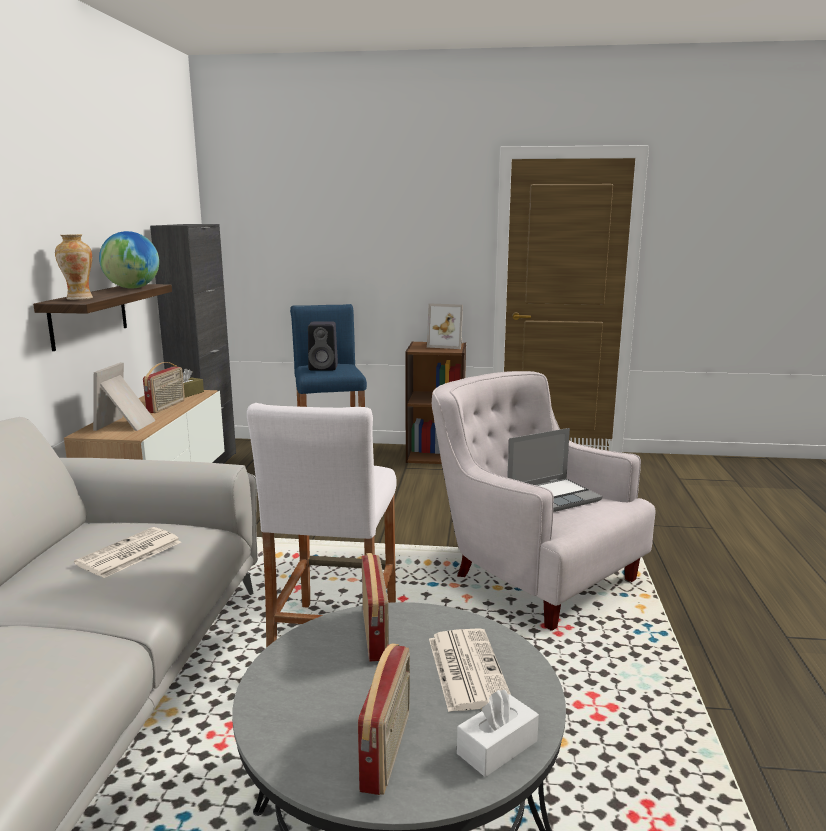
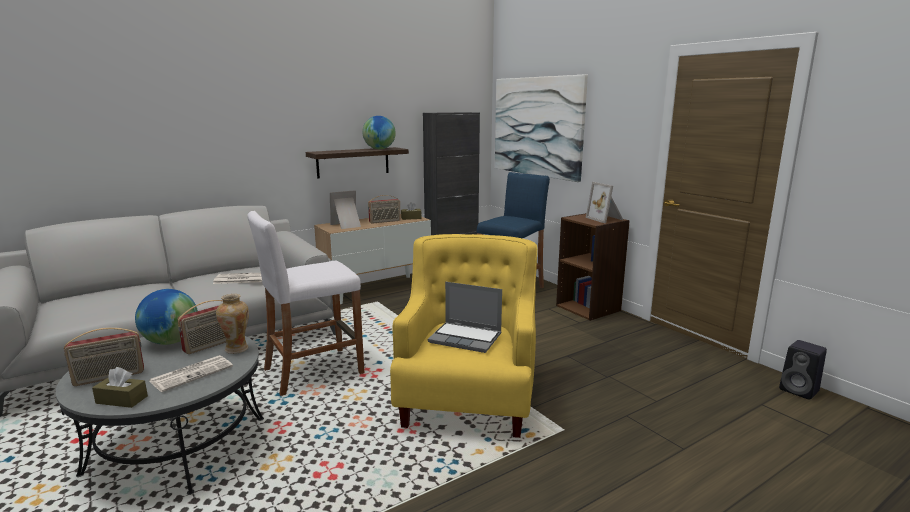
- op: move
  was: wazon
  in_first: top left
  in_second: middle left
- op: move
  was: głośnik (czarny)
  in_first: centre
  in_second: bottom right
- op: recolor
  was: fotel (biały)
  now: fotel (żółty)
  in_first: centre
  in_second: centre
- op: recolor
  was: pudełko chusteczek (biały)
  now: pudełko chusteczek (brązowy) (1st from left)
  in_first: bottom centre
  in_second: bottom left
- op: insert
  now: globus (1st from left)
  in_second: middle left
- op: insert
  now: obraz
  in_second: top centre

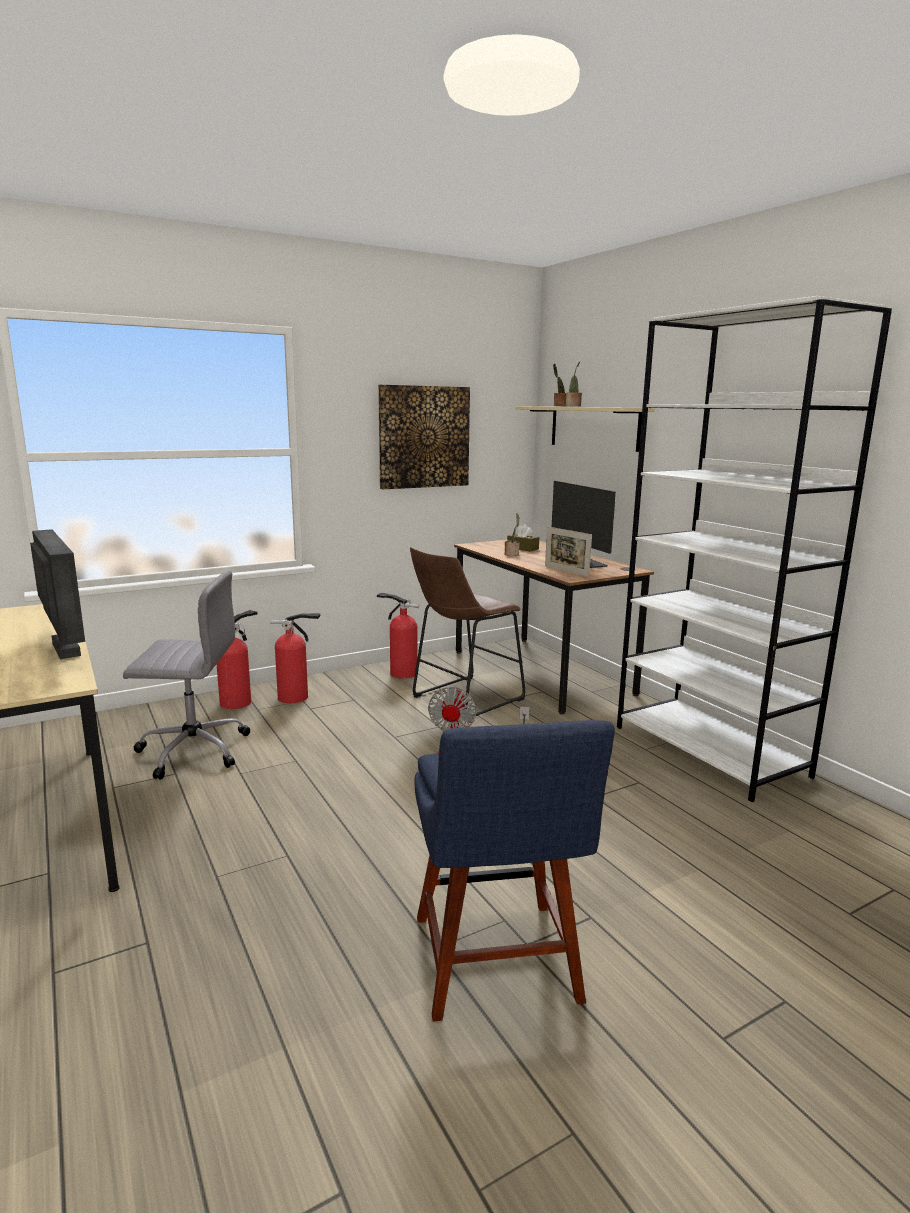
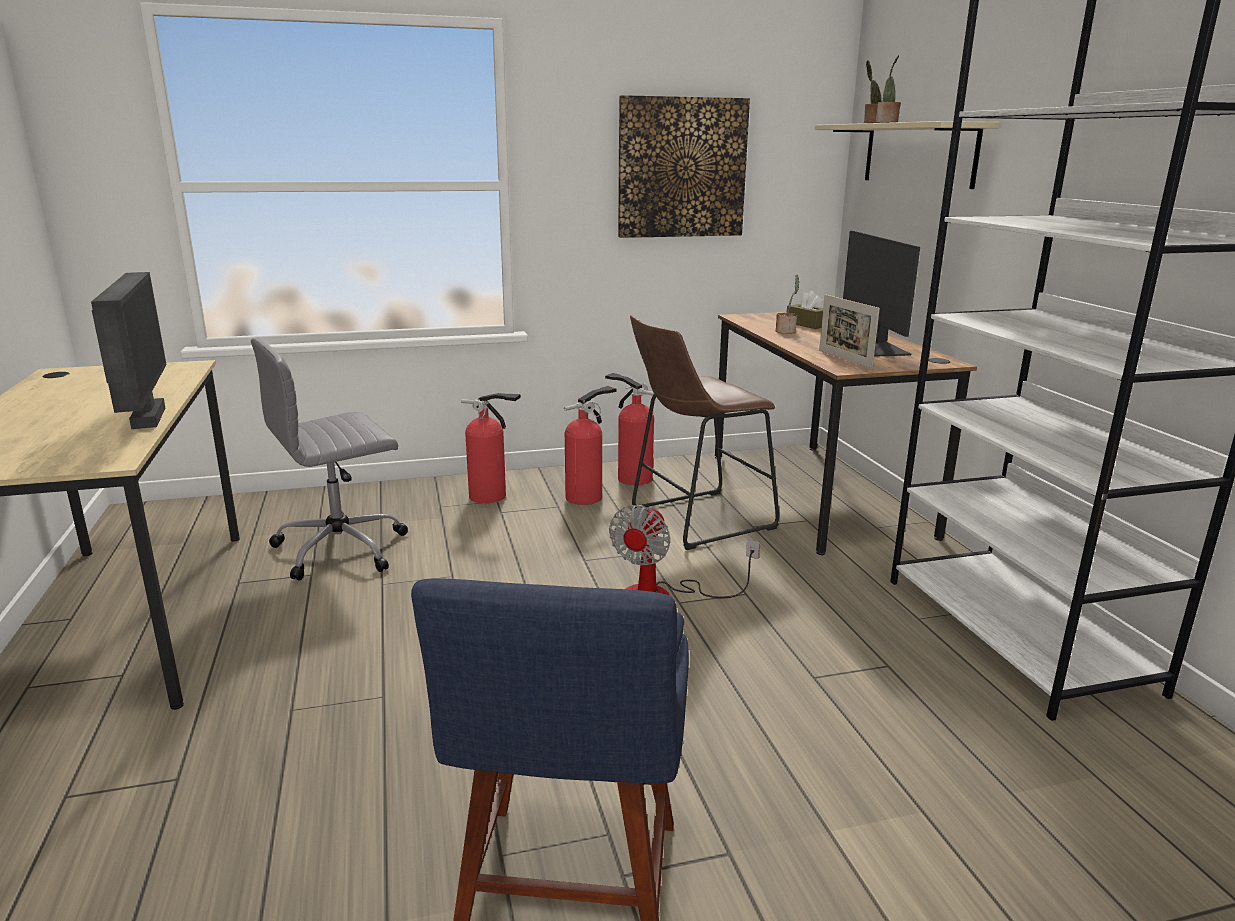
- op: rotate
  was: krzesło biurowe (szary)
  in_first: middle left
  in_second: middle left
  clockwise: 135
- op: move
  was: gaśnica (1st from left in the first image)
  now: gaśnica (2nd from left)
  in_first: middle left
  in_second: centre

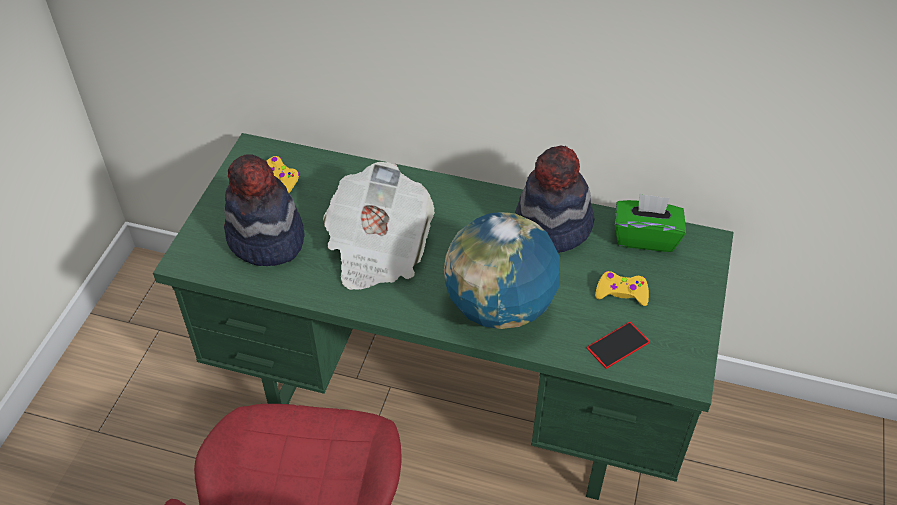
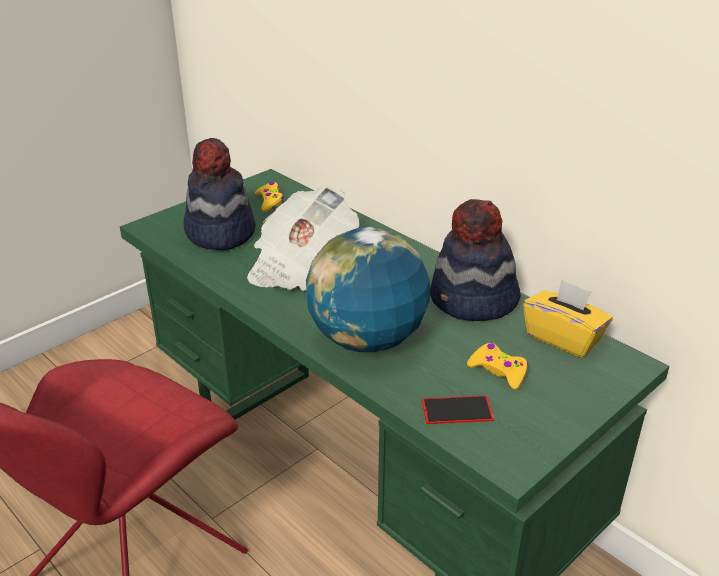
- op: recolor
  was: pudełko chusteczek (zielony)
  now: pudełko chusteczek (żółty)
  in_first: middle right
  in_second: middle right

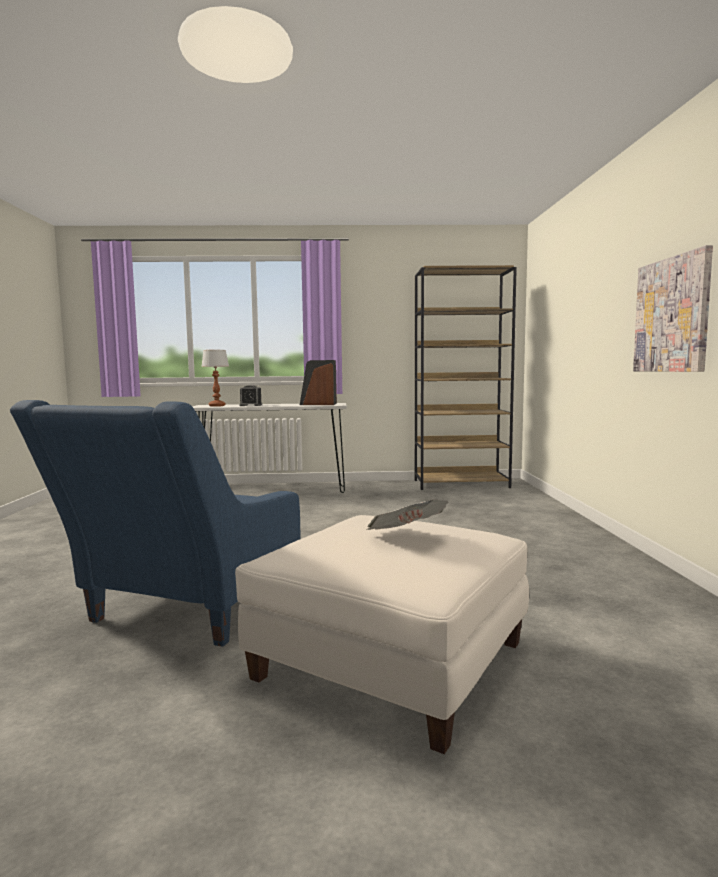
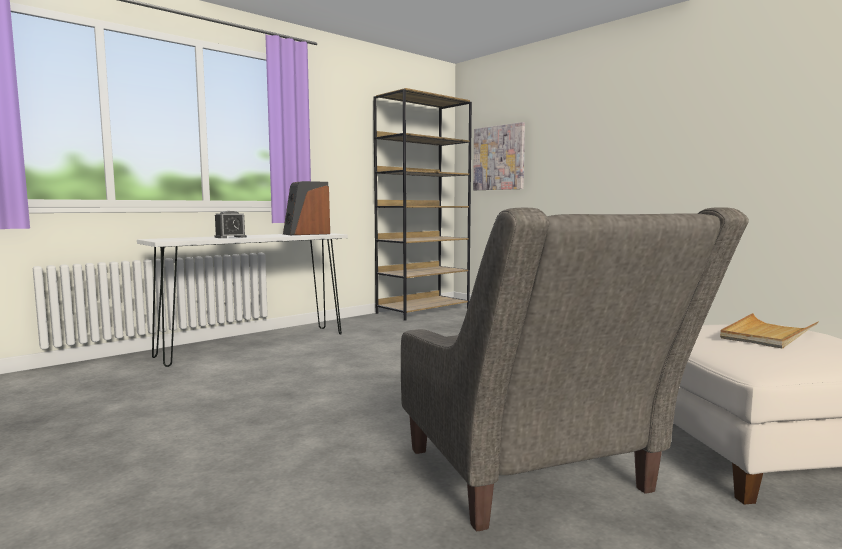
- op: recolor
  was: fotel (niebieski)
  now: fotel (szary)
  in_first: middle left
  in_second: bottom right
- op: delete
  was: lampa stołowa
  in_first: middle left
- op: replace
  was: gazeta
  now: taca (beżowy)
  in_first: centre
  in_second: middle right
- op: move
  was: obraz
  in_first: middle right
  in_second: top centre

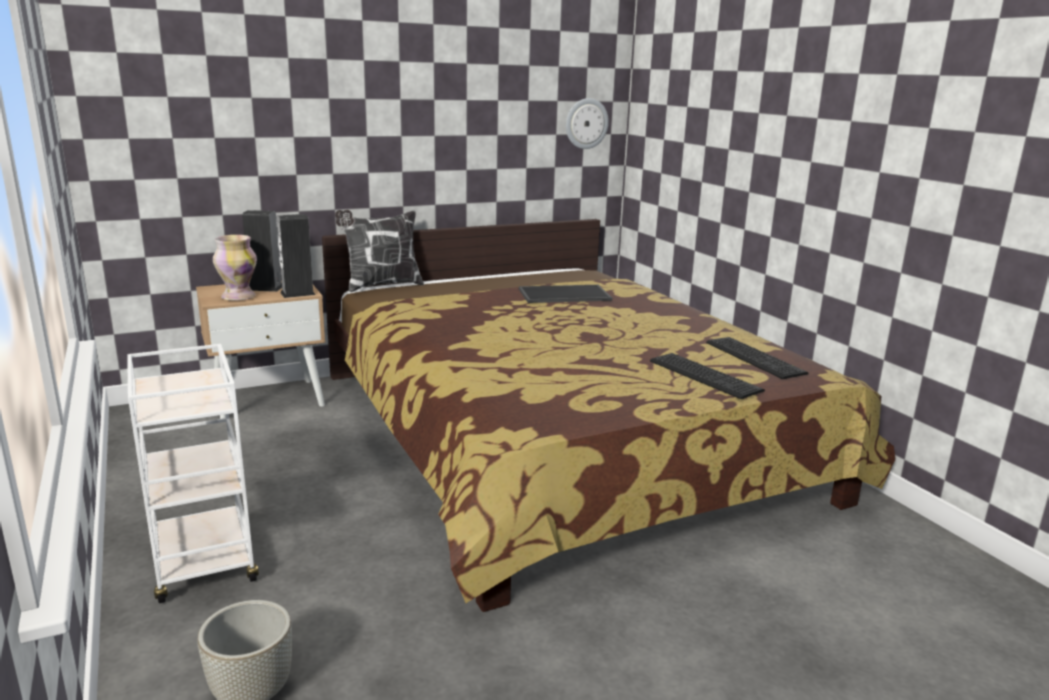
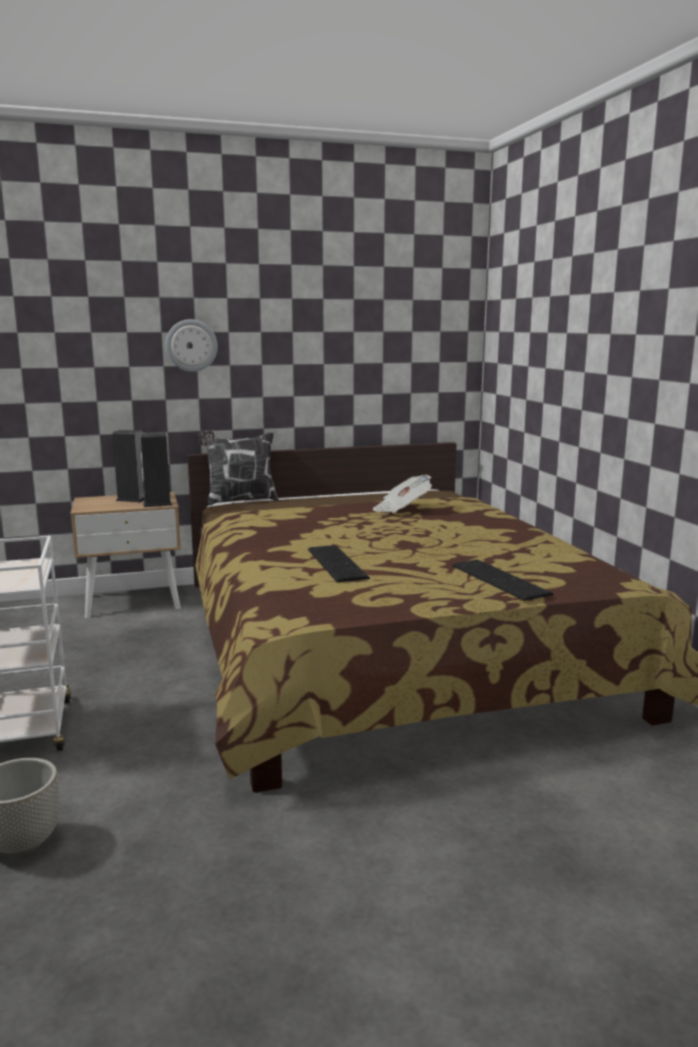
- op: delete
  was: wazon
  in_first: middle left
- op: replace
  was: taca
  now: gazeta
  in_first: centre
  in_second: centre
- op: move
  was: zegar ścienny
  in_first: top centre
  in_second: top left
- op: move
  was: klawiatura (2nd from left in the first image)
  now: klawiatura (1st from left)
  in_first: middle right
  in_second: centre

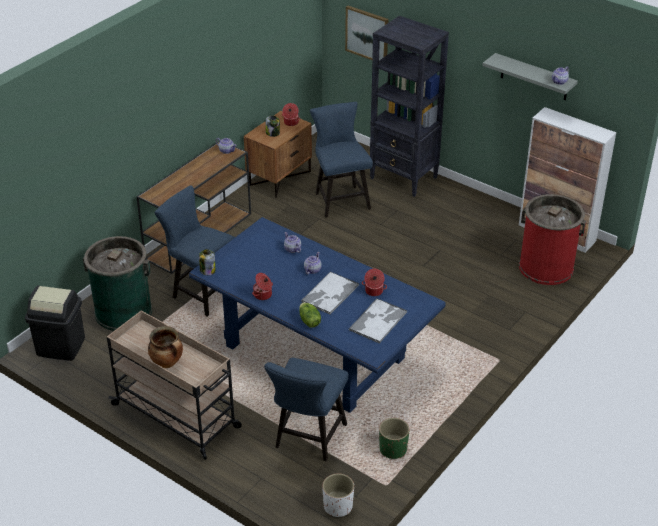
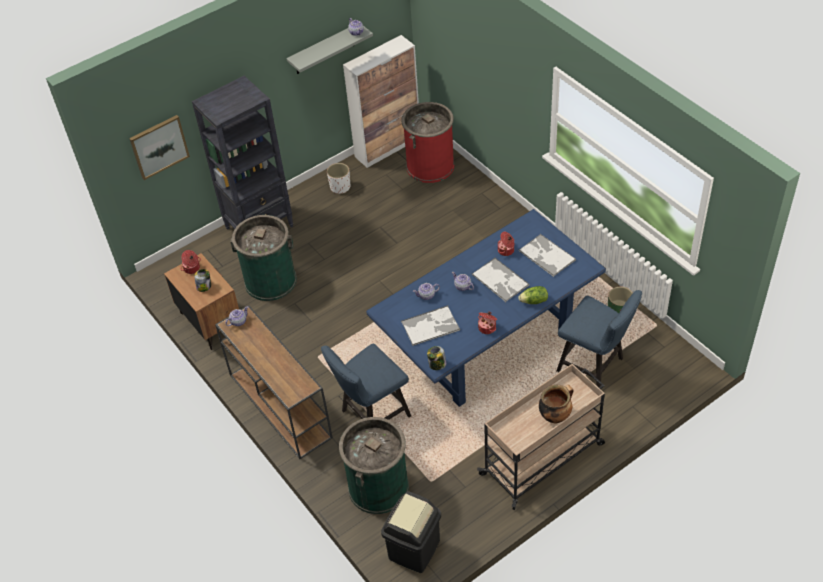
- op: replace
  was: krzesło (niebieski) (3rd from left)
  now: kosz na śmieci (zielony) (1st from left)
  in_first: top centre
  in_second: middle left
- op: move
  was: donica (biały)
  in_first: bottom centre
  in_second: top centre
- op: insert
  now: taca (1st from left)
  in_second: centre

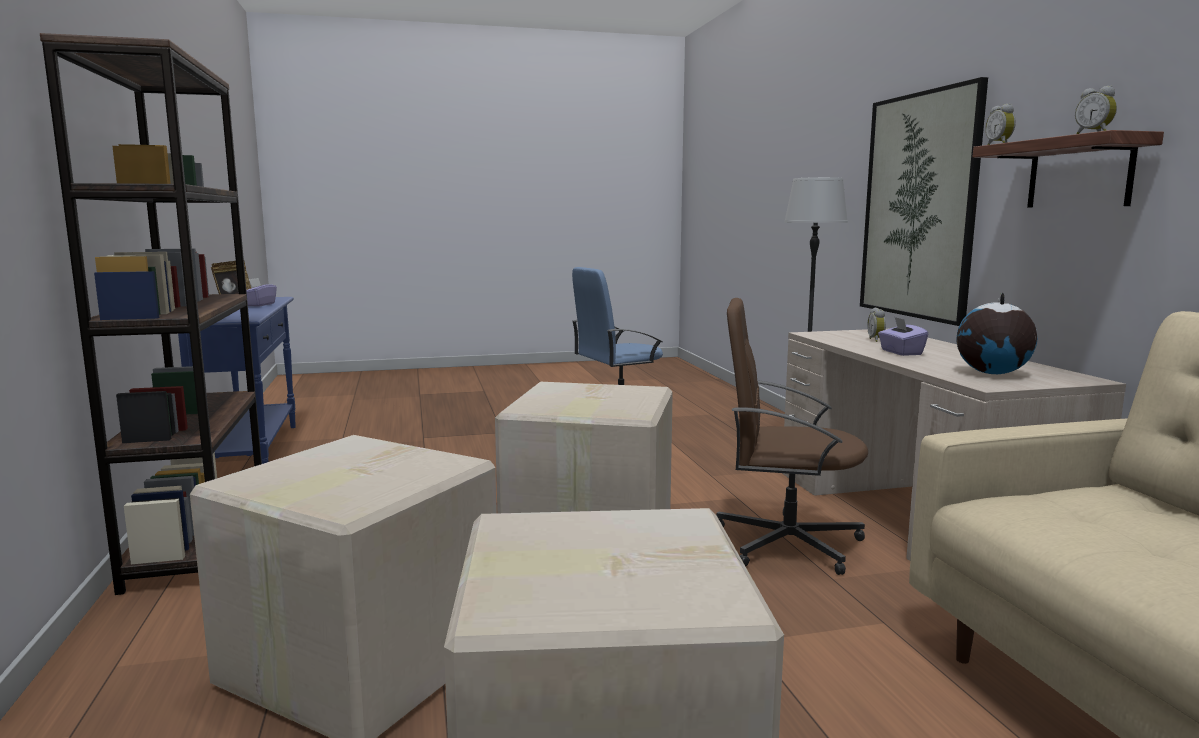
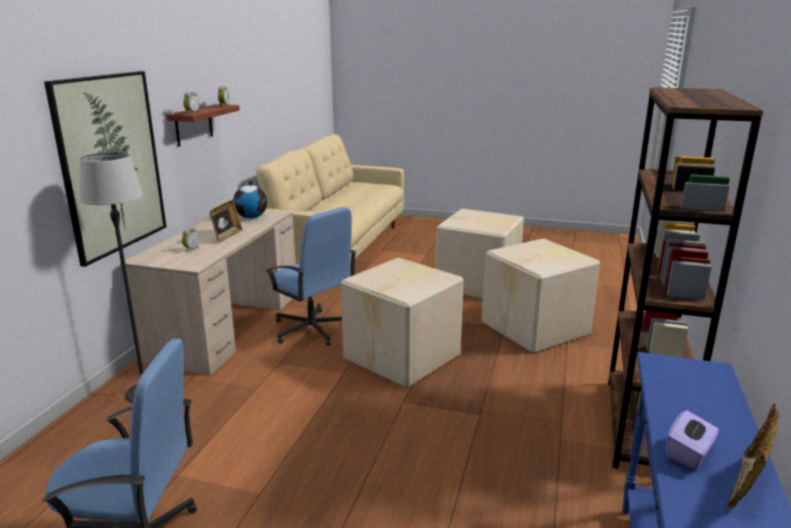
- op: recolor
  was: krzesło biurowe (brązowy)
  now: krzesło biurowe (niebieski) (2nd from left)
  in_first: centre
  in_second: centre
- op: replace
  was: pudełko chusteczek (fioletowy) (2nd from left)
  now: ramka na zdjęcie (1st from left)
  in_first: middle right
  in_second: middle left

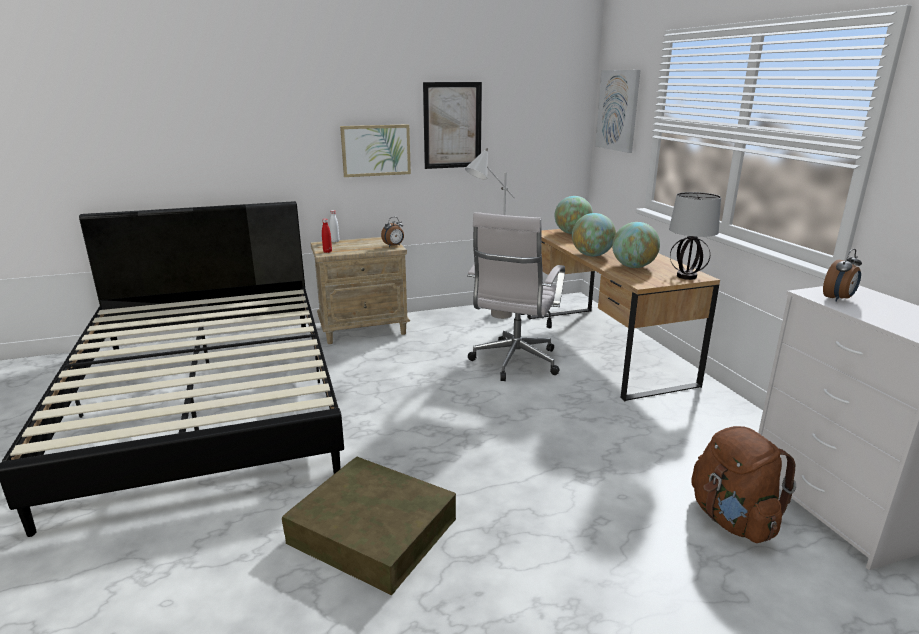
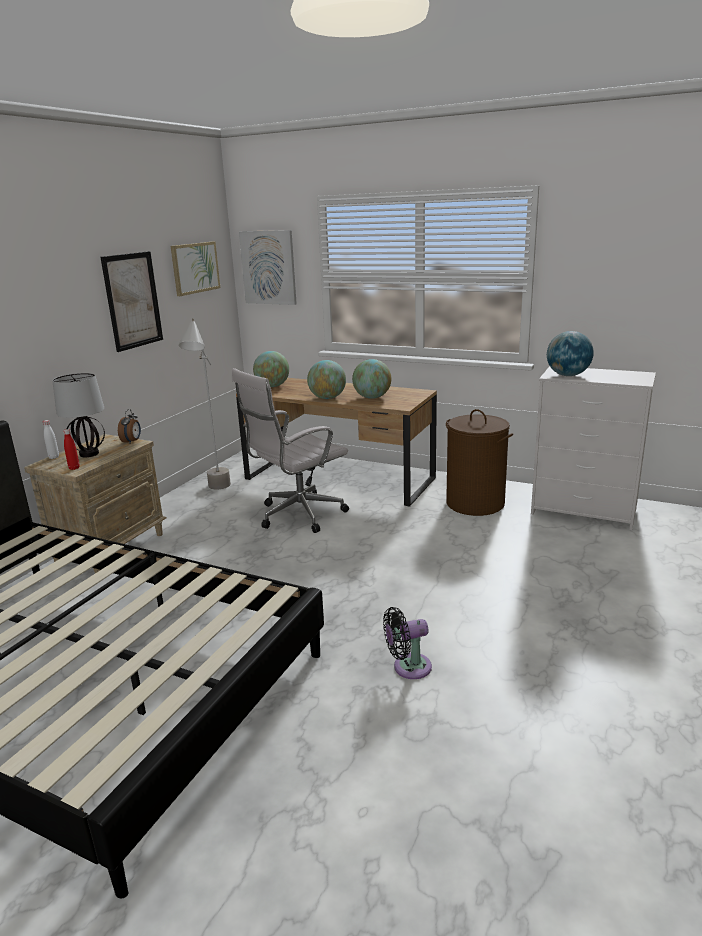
- op: replace
  was: pojemnik do przechowywania (brązowy)
  now: wentylator (czarny)
  in_first: bottom centre
  in_second: bottom centre
- op: move
  was: obraz (1st from left in the first image)
  now: obraz (2nd from left)
  in_first: top centre
  in_second: top left
- op: rotate
  was: krzesło biurowe (biały)
  in_first: centre
  in_second: centre
  clockwise: 75
- op: move
  was: lampa stołowa
  in_first: middle right
  in_second: middle left
- op: delete
  was: plecak (brązowy)
  in_first: bottom right
- op: replace
  was: budzik (2nd from left)
  now: globus (4th from left)
  in_first: middle right
  in_second: middle right
- op: insert
  now: kosz na pranie (brązowy)
  in_second: middle right

